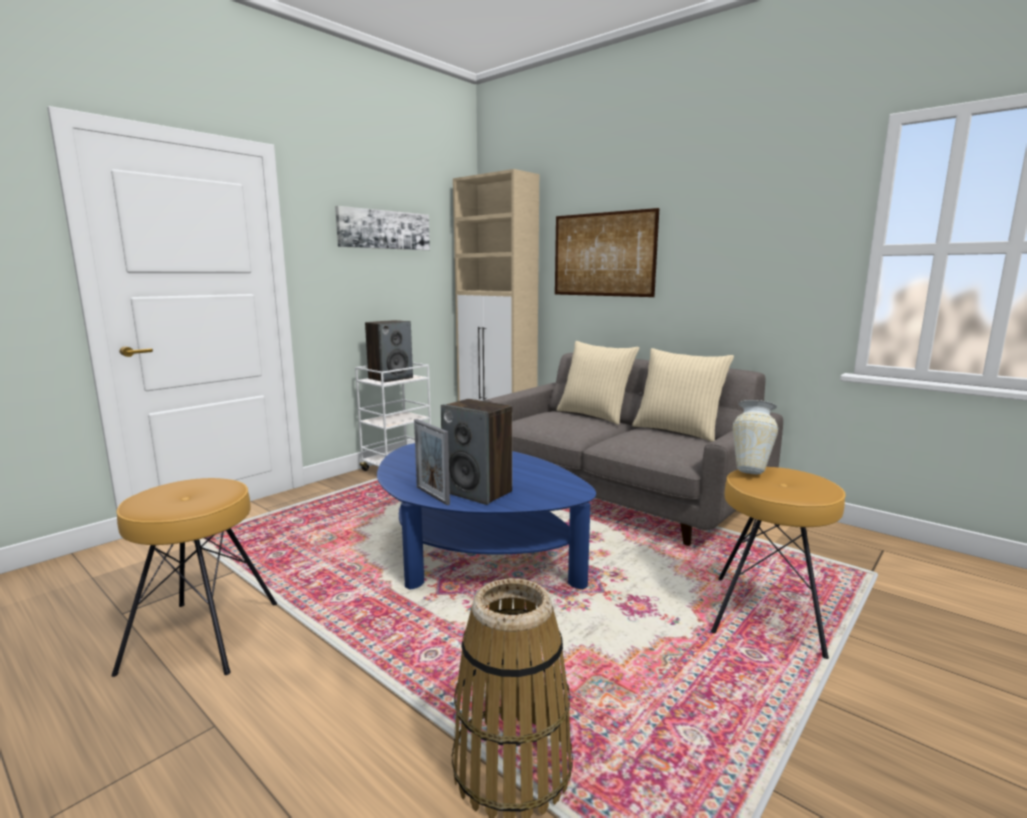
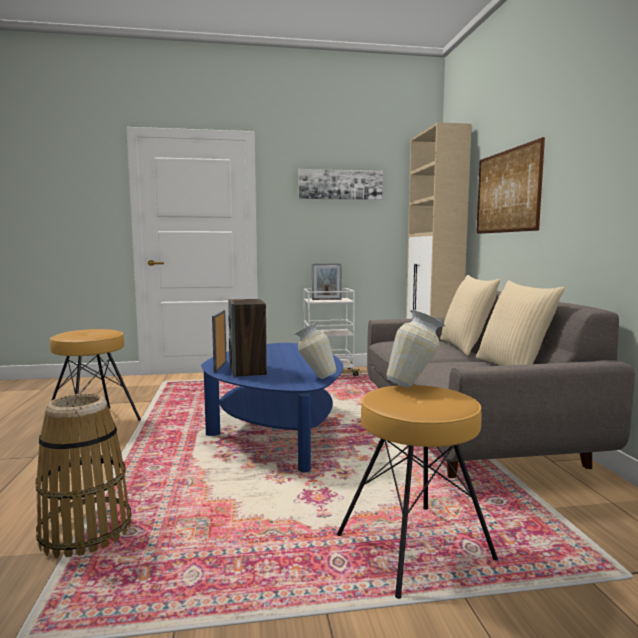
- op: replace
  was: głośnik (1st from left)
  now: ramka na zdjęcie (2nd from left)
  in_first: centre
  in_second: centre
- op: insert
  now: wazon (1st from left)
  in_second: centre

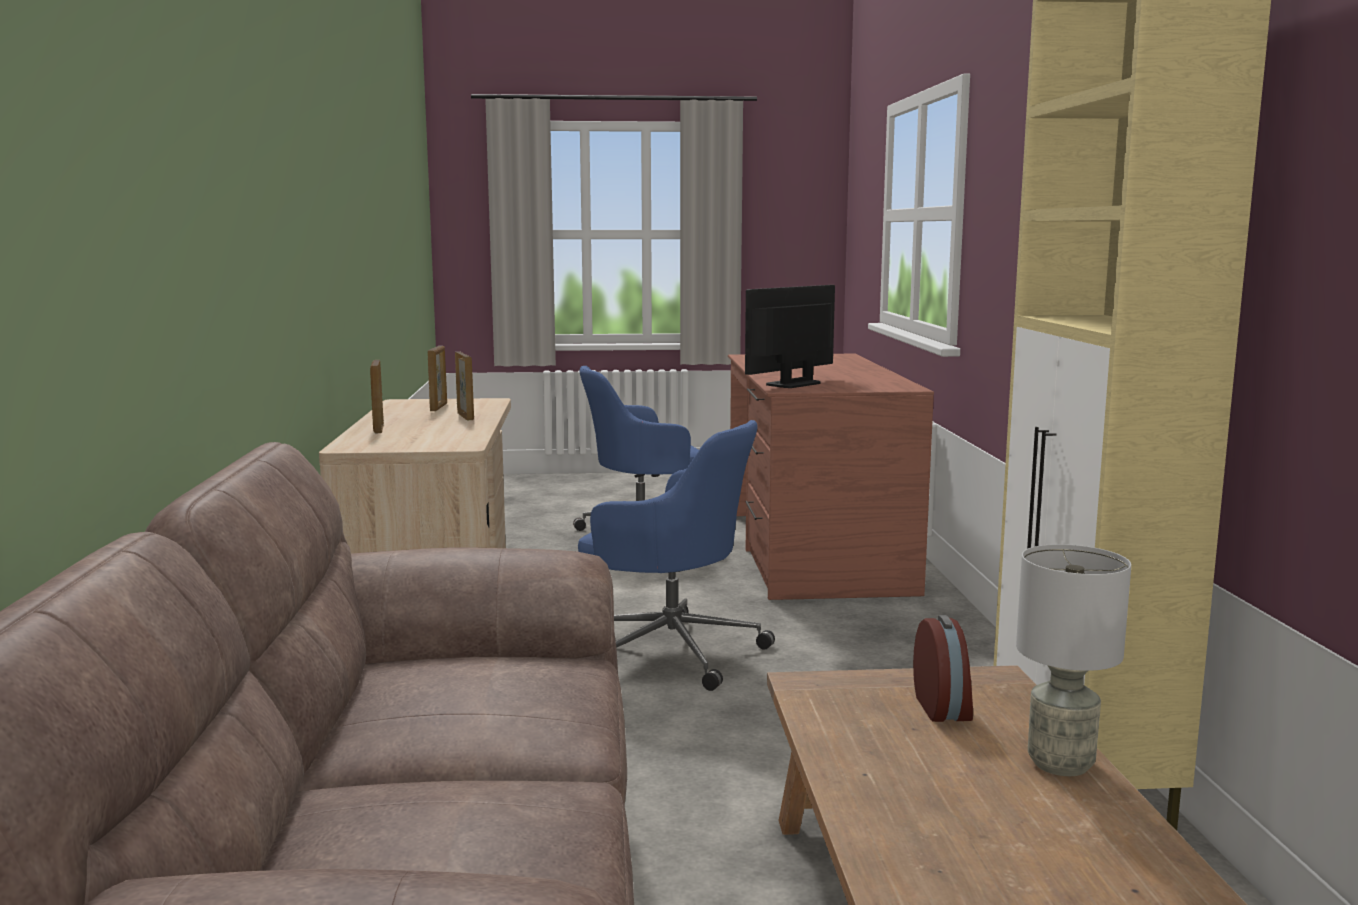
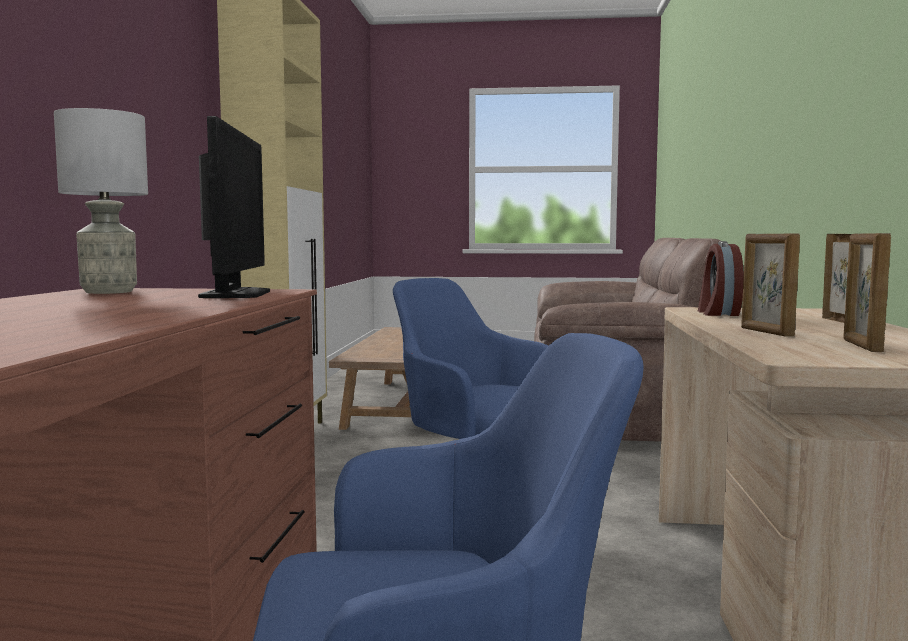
- op: rotate
  was: monitor
  in_first: centre
  in_second: top left
  clockwise: -60
- op: move
  was: budzik
  in_first: bottom right
  in_second: middle right
- op: move
  was: lampa stołowa (szary)
  in_first: bottom right
  in_second: top left

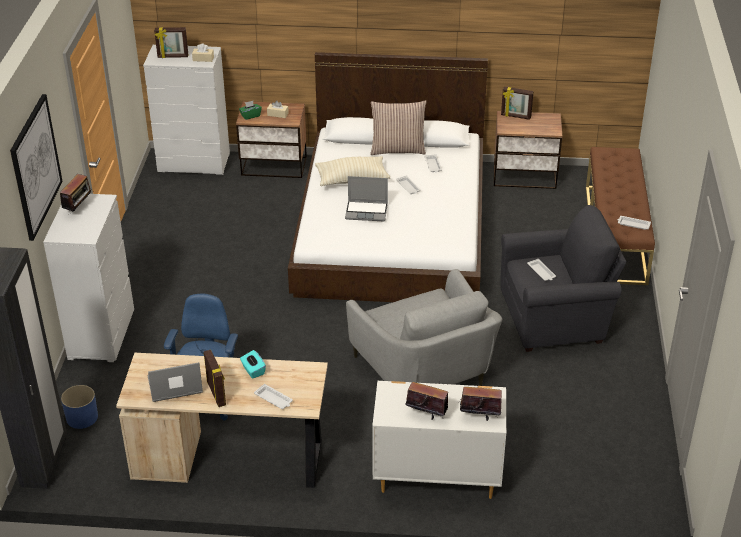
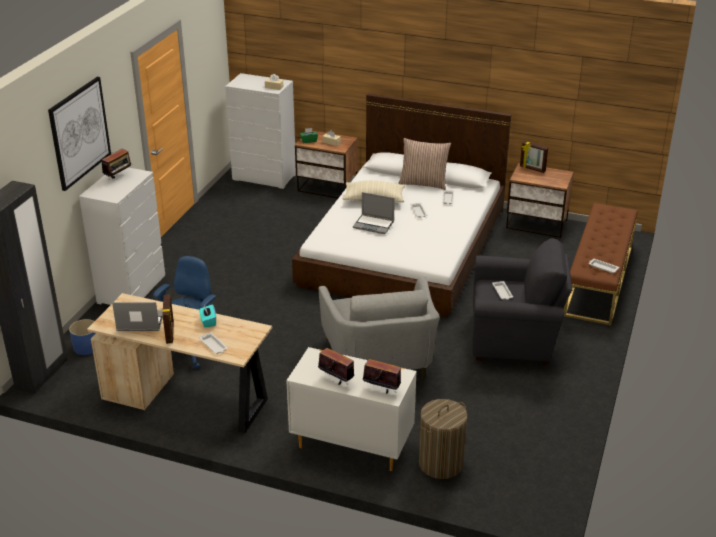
- op: delete
  was: ramka na zdjęcie (1st from left)
  in_first: top left
- op: insert
  now: kosz na pranie
  in_second: bottom centre

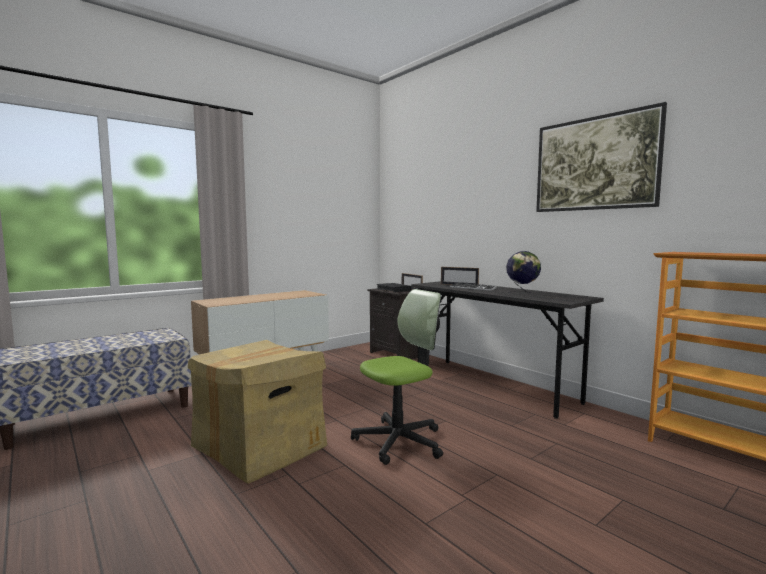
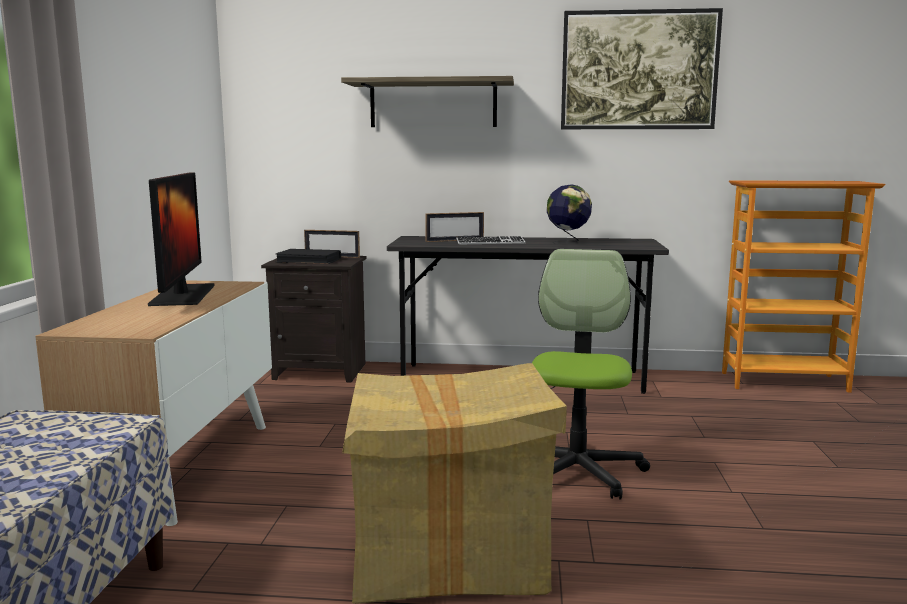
- op: insert
  now: monitor
  in_second: middle left
- op: insert
  now: półka
  in_second: top centre

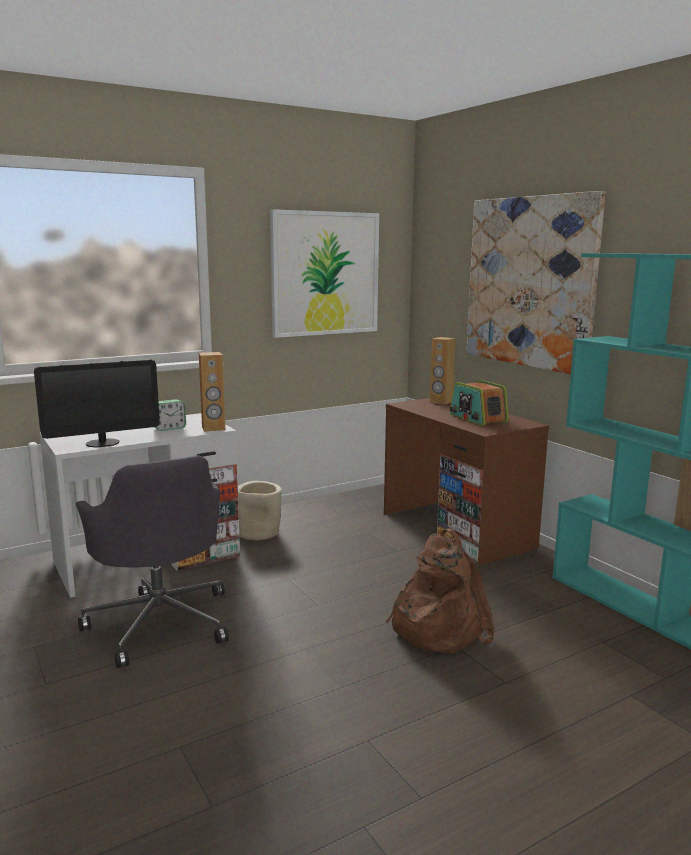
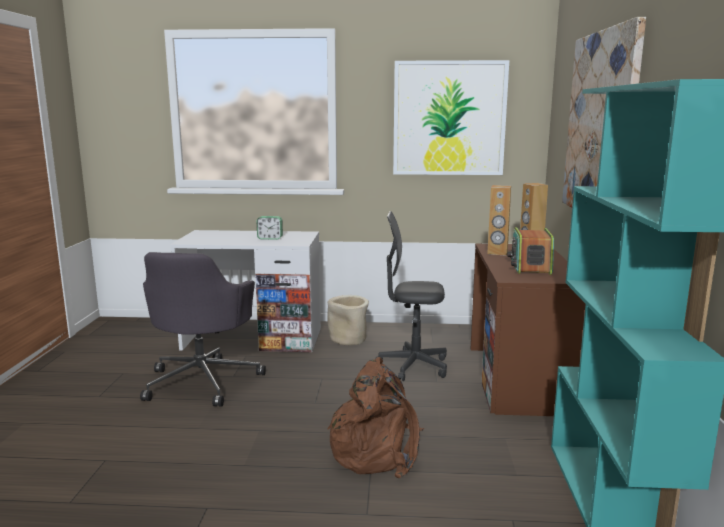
- op: delete
  was: monitor
  in_first: middle left
- op: move
  was: głośnik (brązowy) (1st from left)
  in_first: middle left
  in_second: middle right
- op: insert
  now: krzesło biurowe (szary) (2nd from left)
  in_second: centre

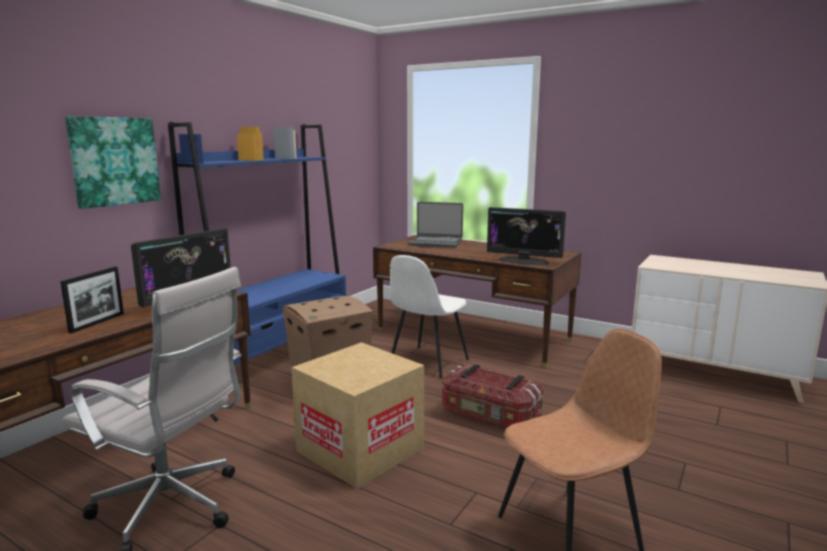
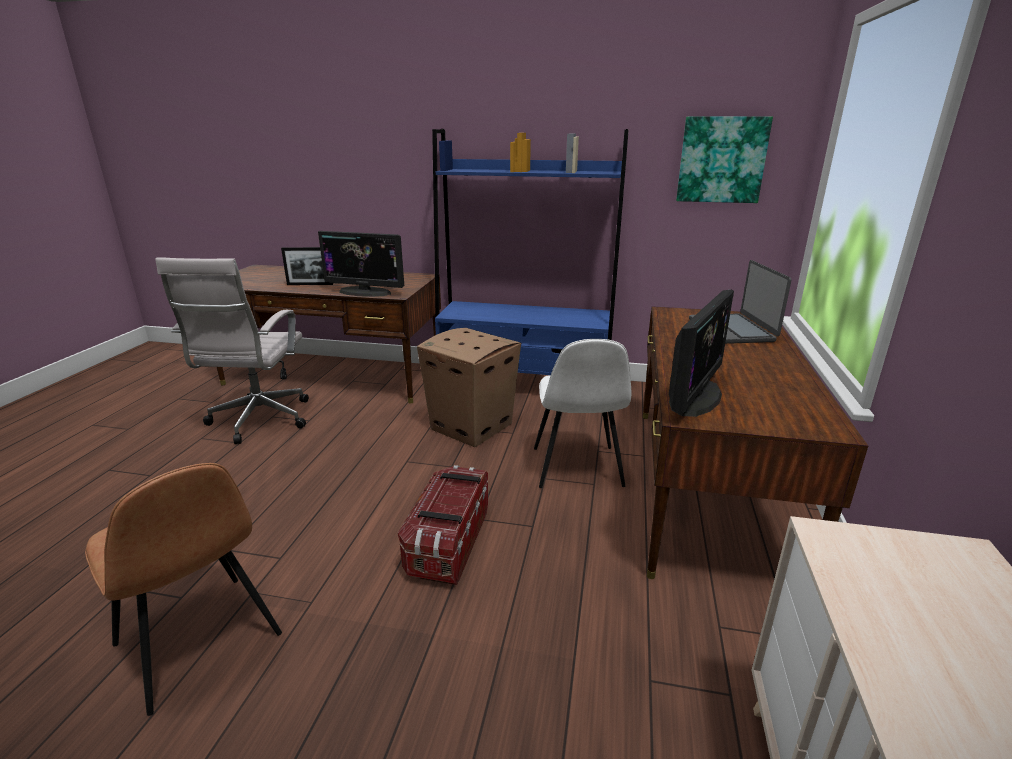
- op: move
  was: obraz
  in_first: top left
  in_second: top right
- op: delete
  was: karton (2nd from left)
  in_first: bottom centre
- op: rotate
  was: krzesło (biały)
  in_first: centre
  in_second: centre
  clockwise: -105
- op: rotate
  was: monitor (2nd from left)
  in_first: centre
  in_second: middle right
  clockwise: -150

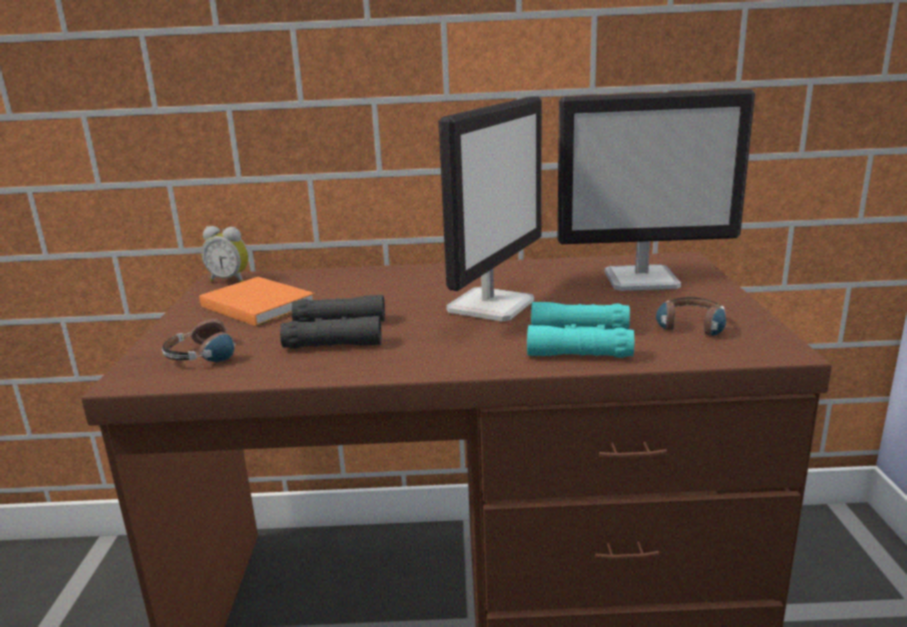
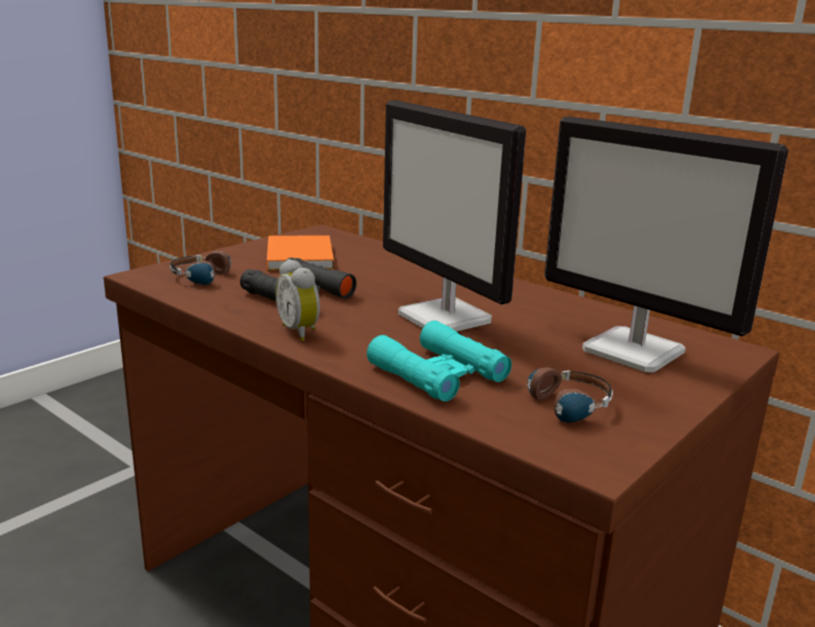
- op: move
  was: budzik
  in_first: middle left
  in_second: centre
- op: rotate
  was: monitor (1st from left)
  in_first: top centre
  in_second: centre
  clockwise: 75

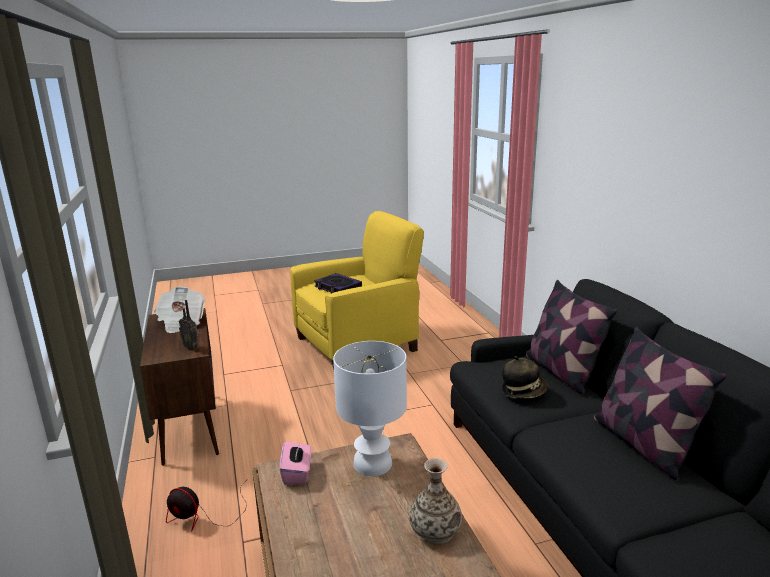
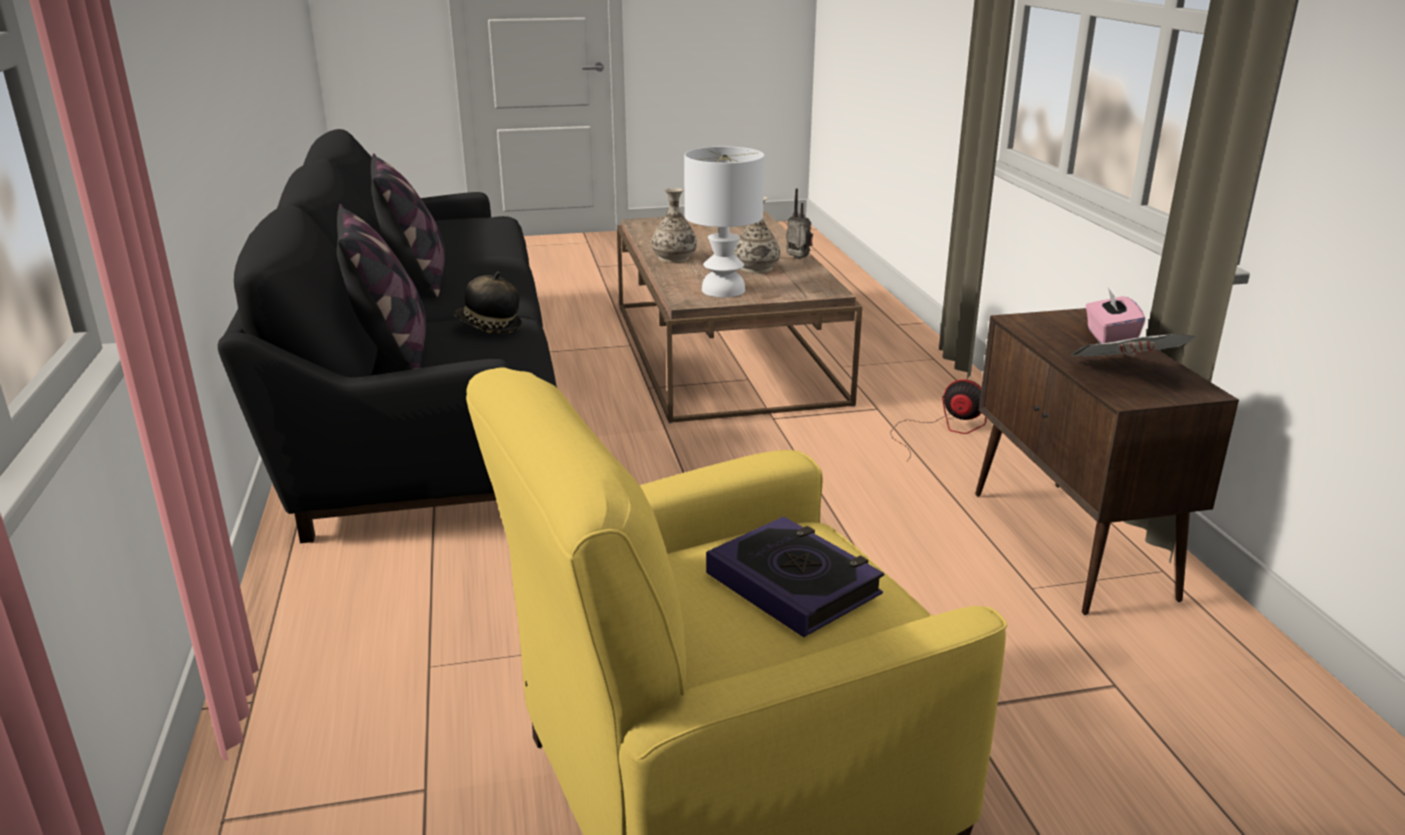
- op: move
  was: radio
  in_first: middle left
  in_second: top centre
- op: move
  was: pudełko chusteczek (różowy)
  in_first: bottom centre
  in_second: middle right
- op: insert
  now: wazon (2nd from left)
  in_second: top centre

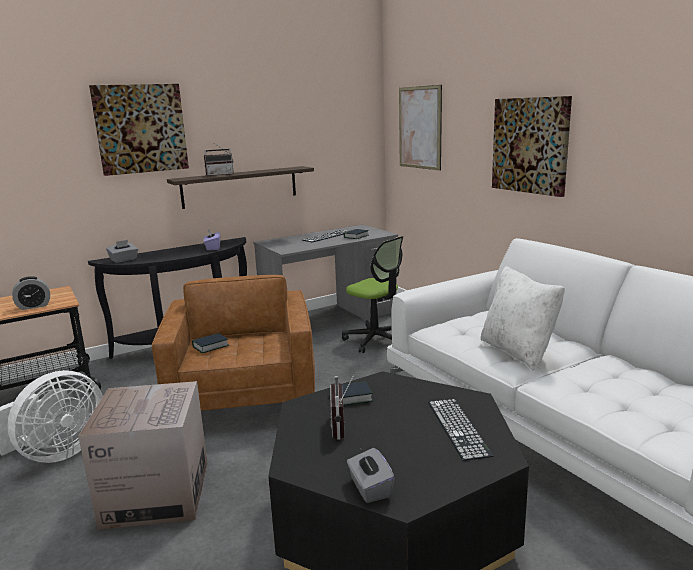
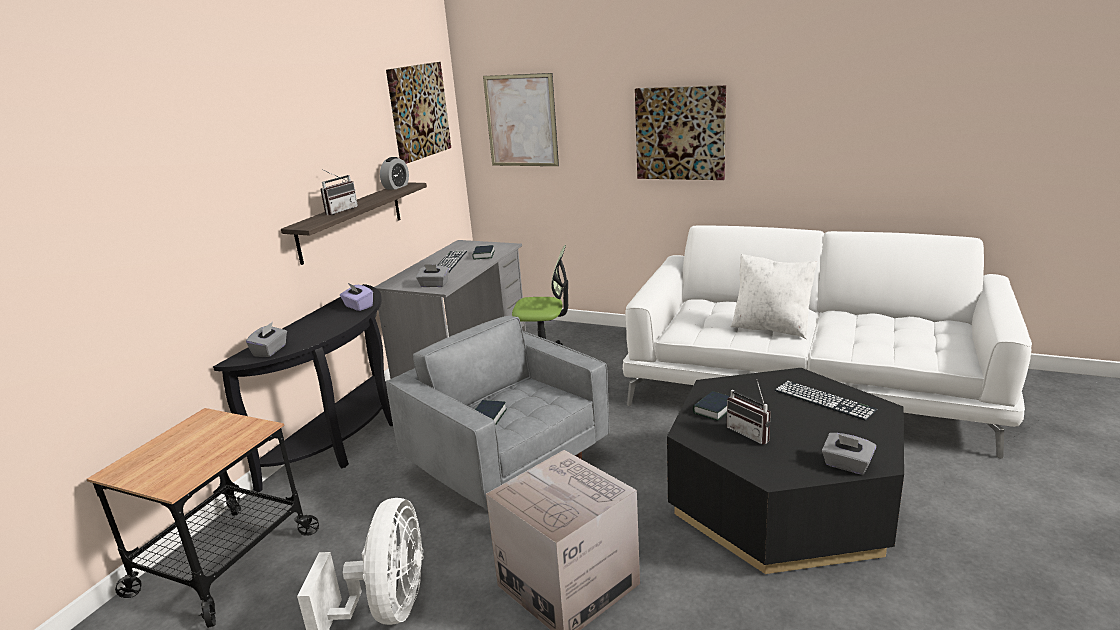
- op: move
  was: budzik
  in_first: middle left
  in_second: top centre
- op: move
  was: obraz (1st from left)
  in_first: top left
  in_second: top centre
- op: recolor
  was: fotel (brązowy)
  now: fotel (szary)
  in_first: centre
  in_second: centre
- op: insert
  now: pudełko chusteczek (szary) (2nd from left)
  in_second: centre

